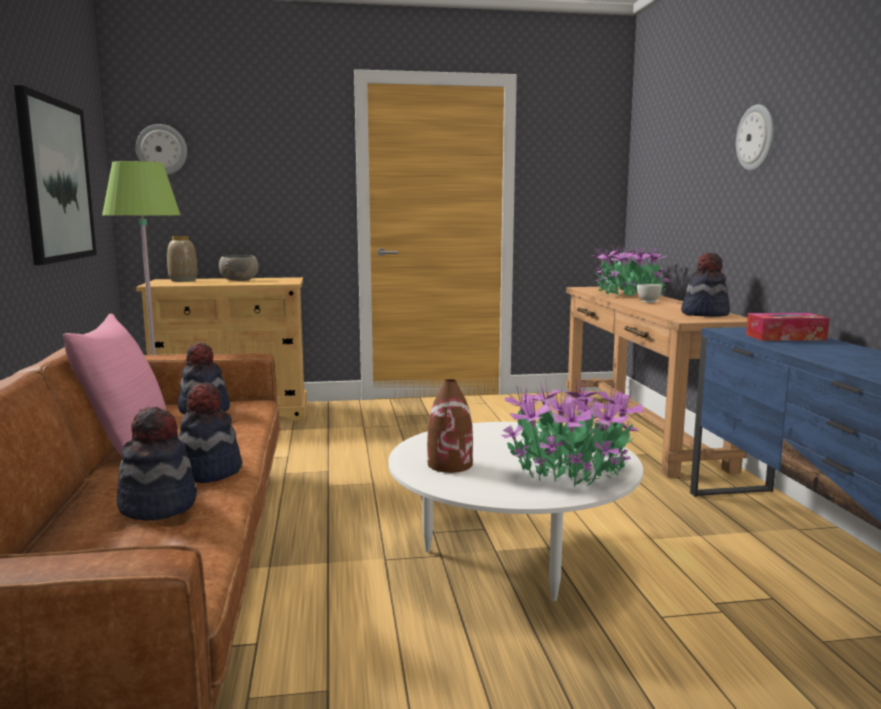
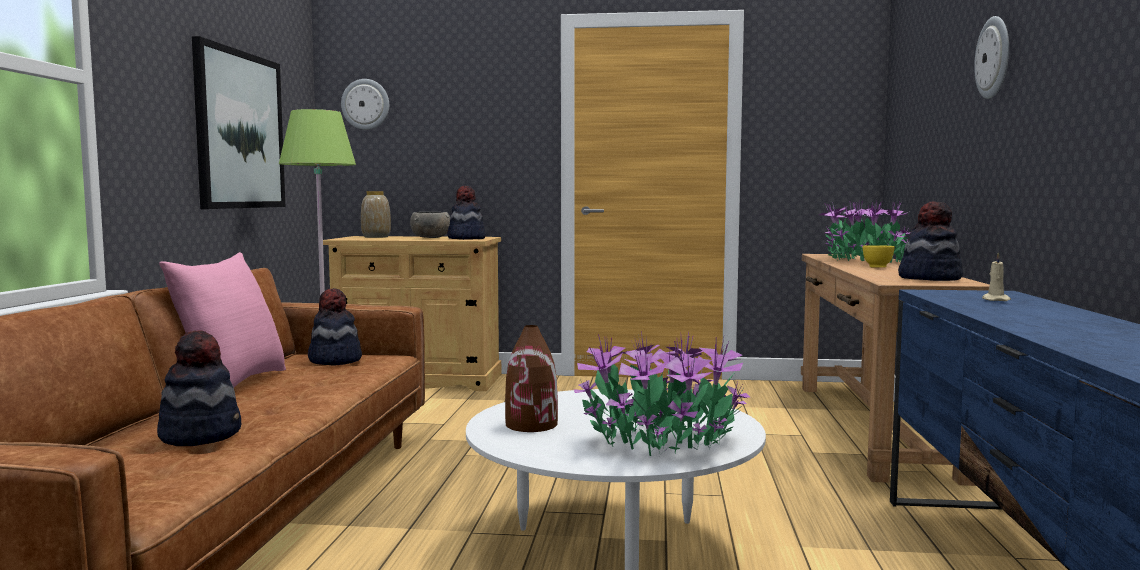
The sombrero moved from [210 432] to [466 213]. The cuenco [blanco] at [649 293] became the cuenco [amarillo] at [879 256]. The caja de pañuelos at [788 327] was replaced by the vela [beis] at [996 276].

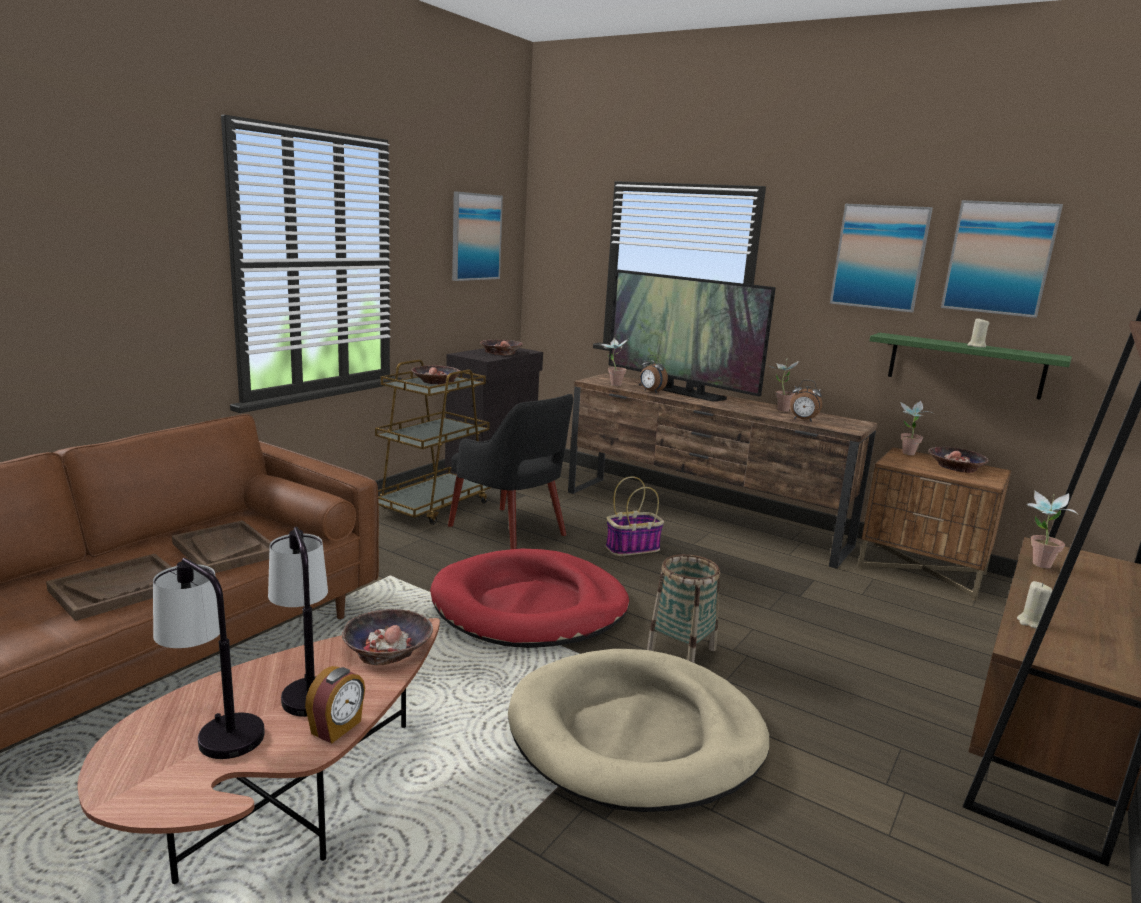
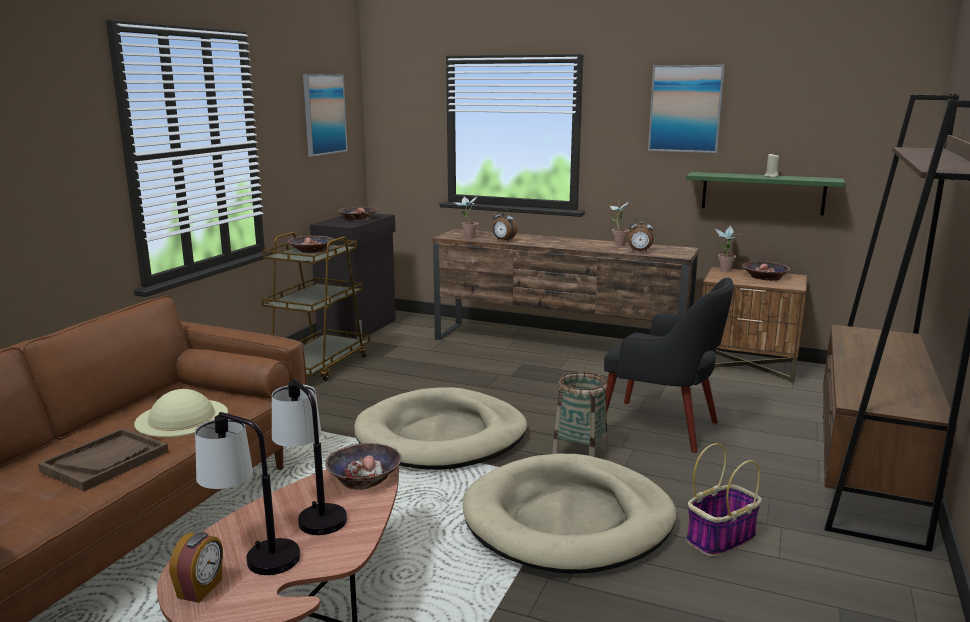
The bandeja [marrón] at [221 546] was replaced by the sombrero [beis] at [181 413]. The despertador moved from [335 705] to [196 567]. The cama para perro [rojo] at [529 598] became the cama para perro [beis] at [440 428]. The sillón [negro] moved from [510 471] to [669 365]. The cesta moved from [635 516] to [724 500]. The televisor at [692 335] disappeared. The cuadro at [1002 259] disappeared. The vela [beis] at [1034 605] disappeared. The planta en maceta at [1052 529] disappeared.

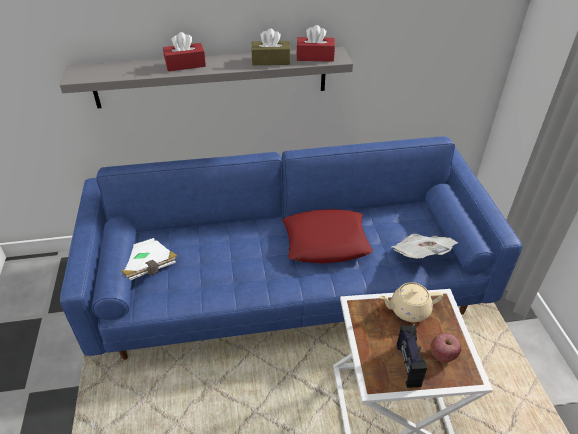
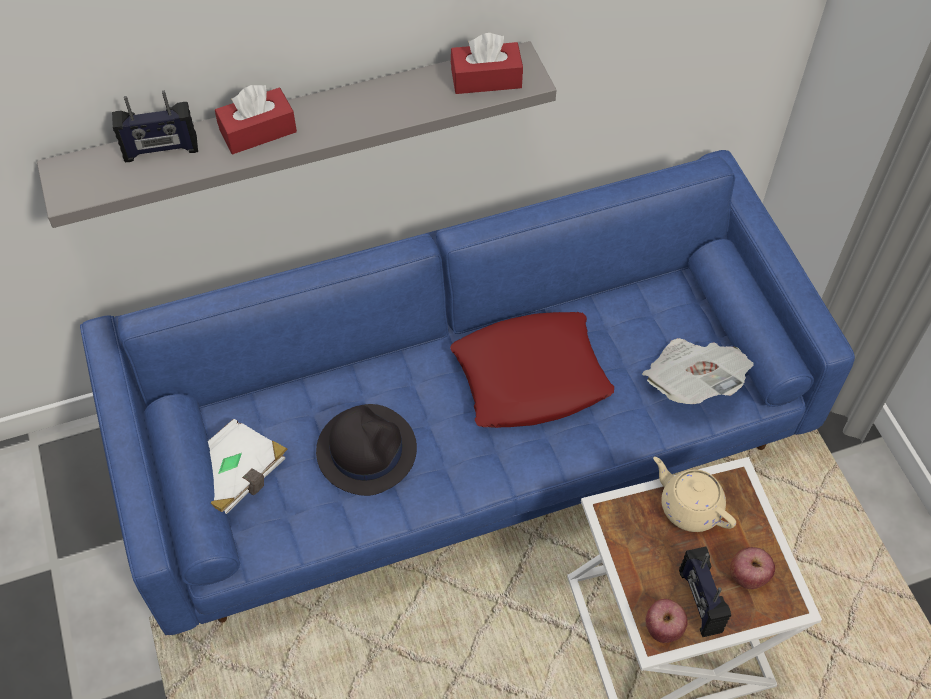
The caja de pañuelos [marrón] at [270 47] disappeared. The tetera [beis] at [411 302] turned 60 degrees clockwise. The radio at [155 126] appeared. The sombrero [negro] at [366 450] appeared. The manzana at [667 621] appeared.

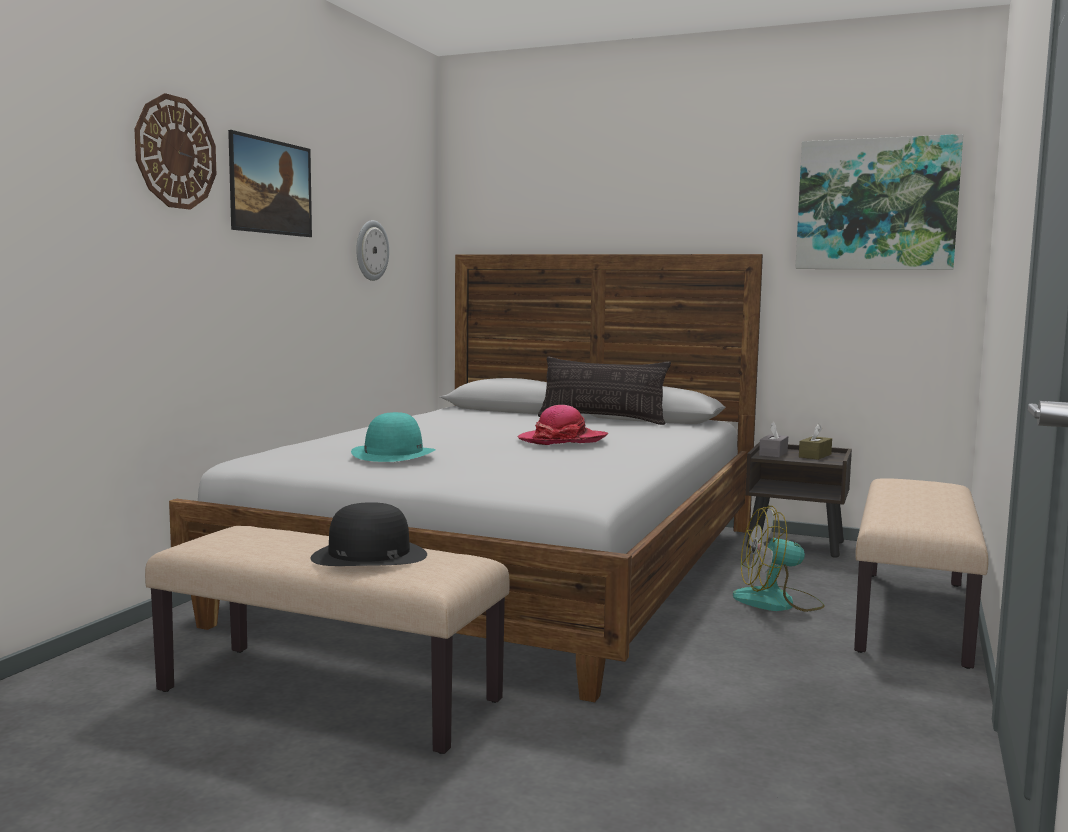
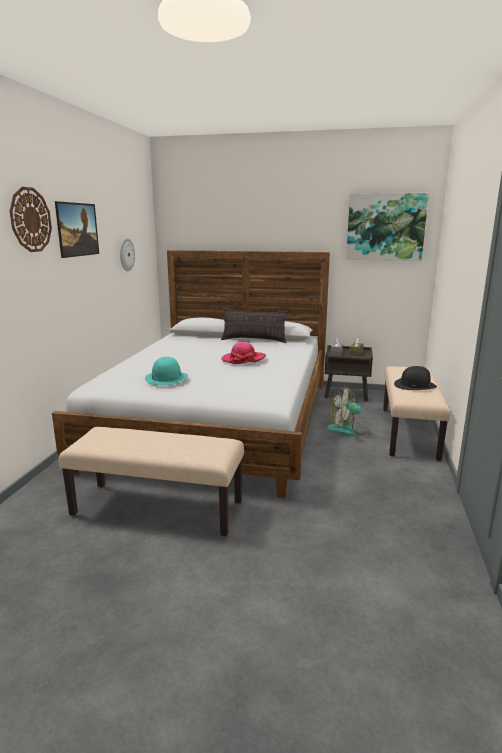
The sombrero [negro] moved from [368 534] to [415 378].

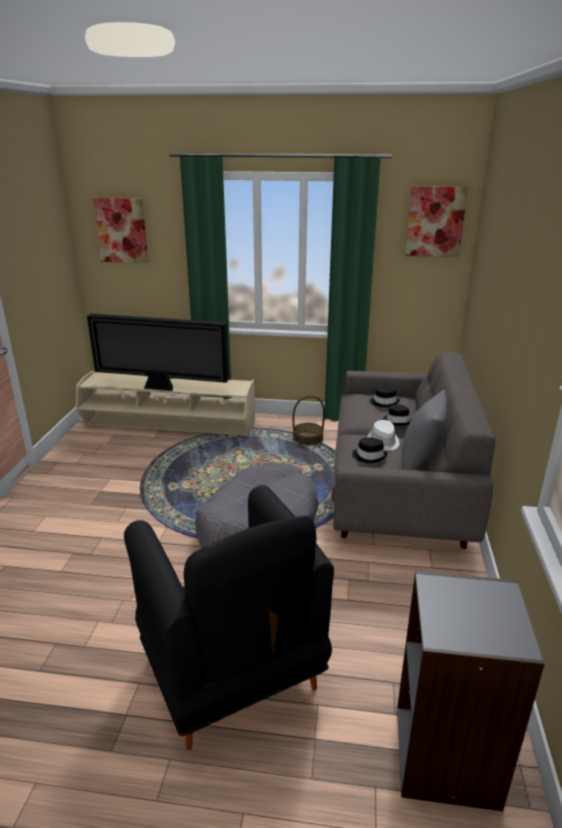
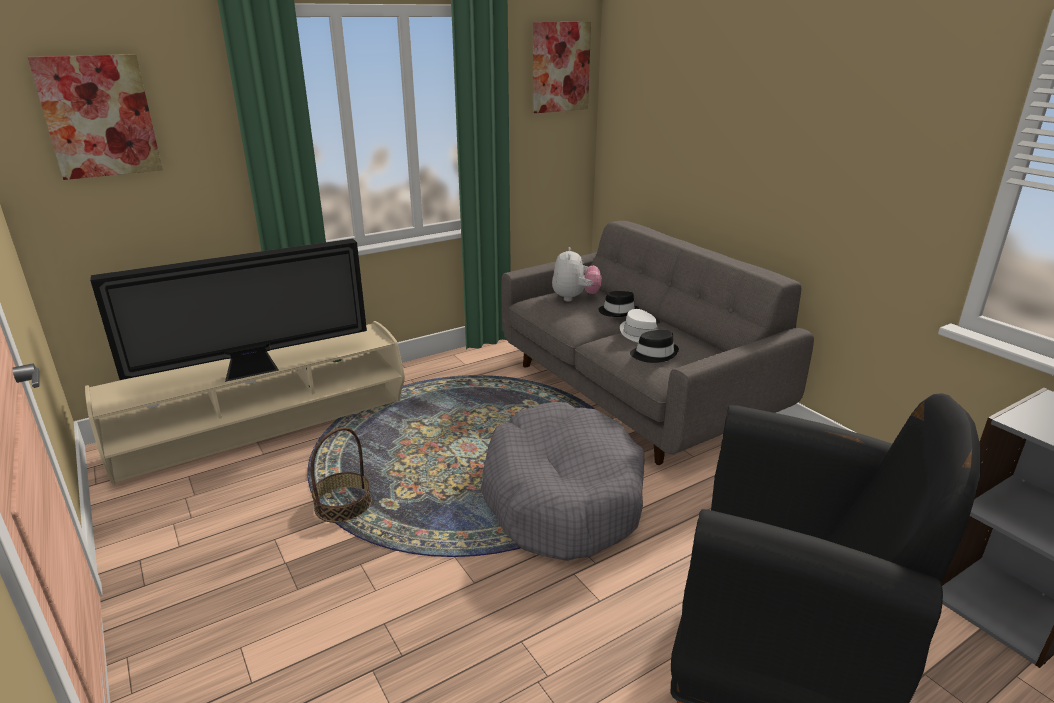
The cesta moved from [309 421] to [341 475]. The sombrero [negro] at [384 397] was replaced by the peluche at [576 274]. The cojín [gris] at [424 430] disappeared.

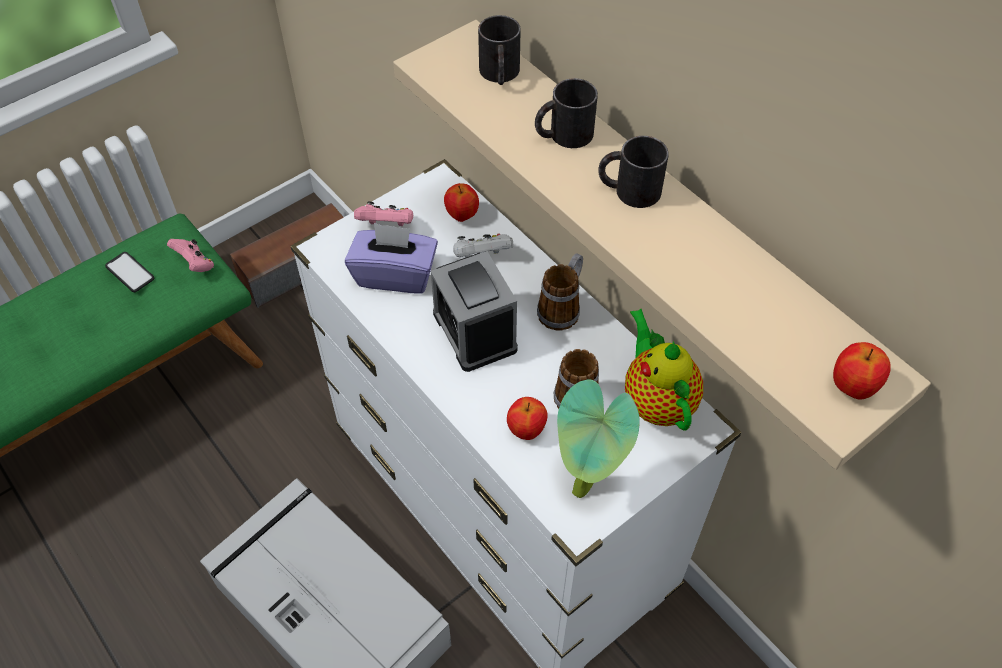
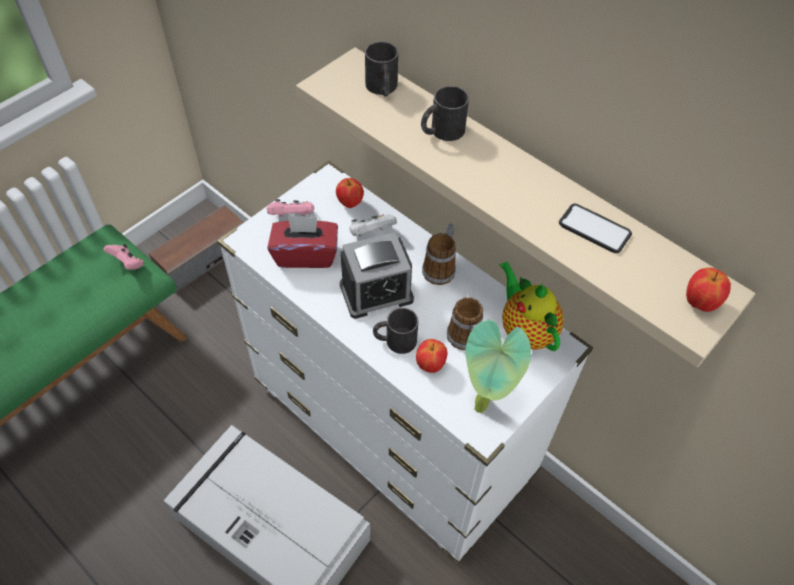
The móvil moved from [129 272] to [595 228]. The caja de pañuelos [morado] at [391 258] became the caja de pañuelos [rojo] at [303 241]. The despertador at [474 311] turned 75 degrees counterclockwise. The taza grande [negro] moved from [633 172] to [395 331].

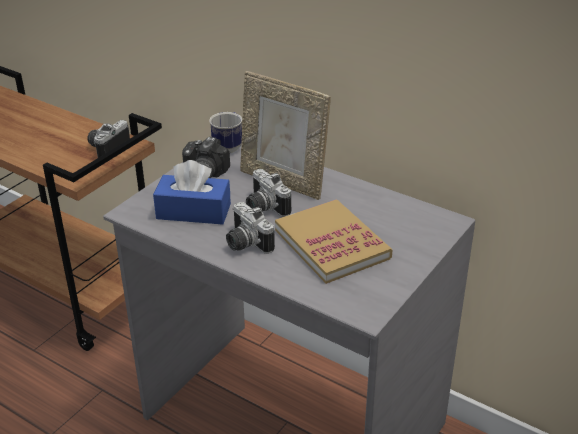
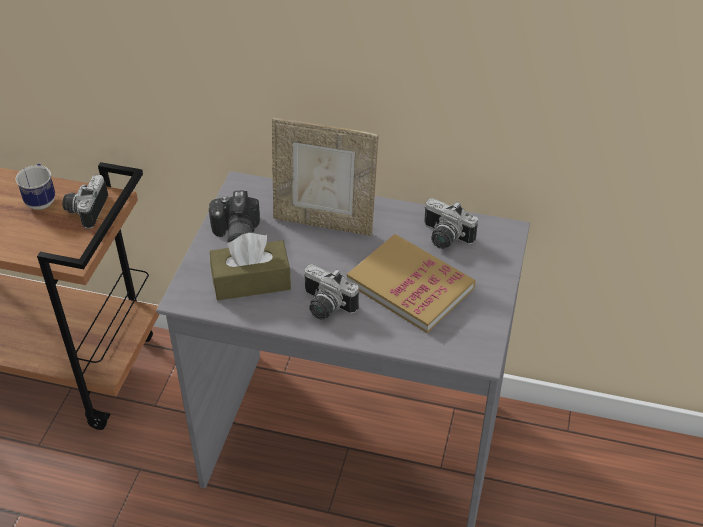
The caja de pañuelos [azul] at [192 192] became the caja de pañuelos [marrón] at [250 266]. The taza grande moved from [225 132] to [35 187]. The cámara moved from [268 193] to [451 223].

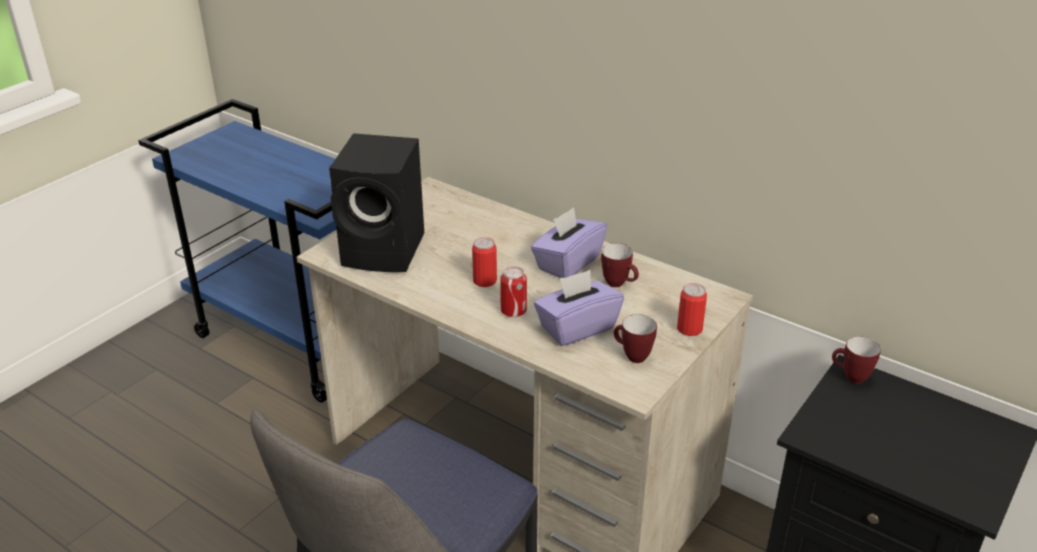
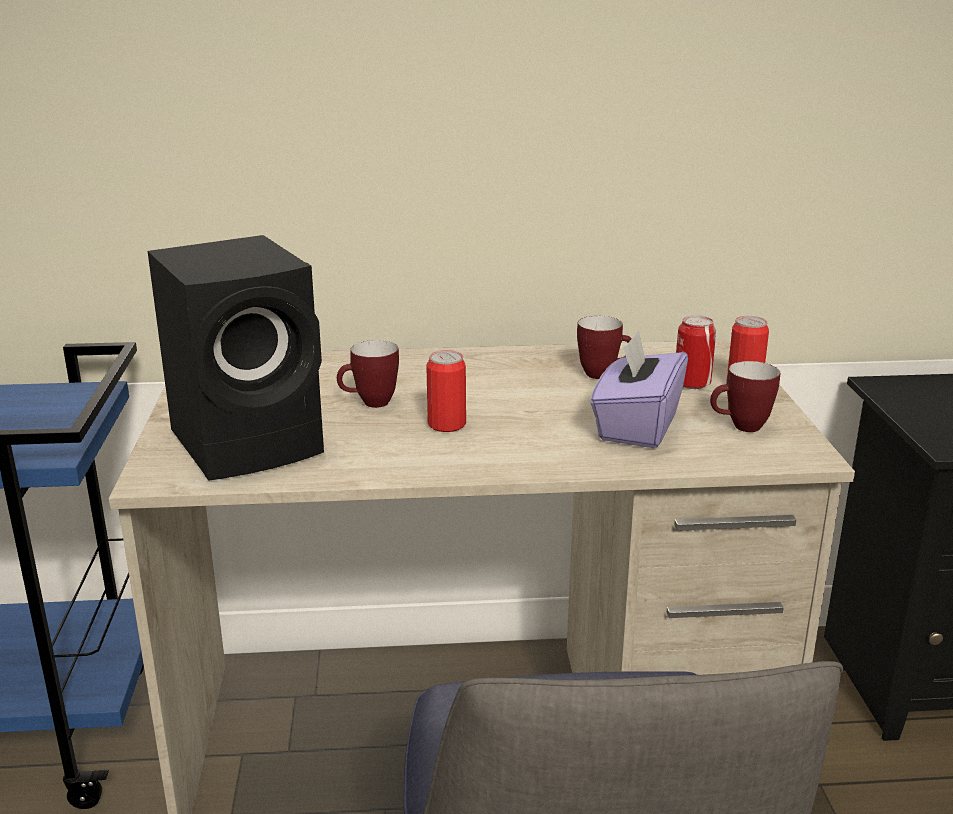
The lata moved from [513 291] to [696 352]. The caja de pañuelos [morado] at [569 242] disappeared. The taza grande moved from [856 360] to [368 374].

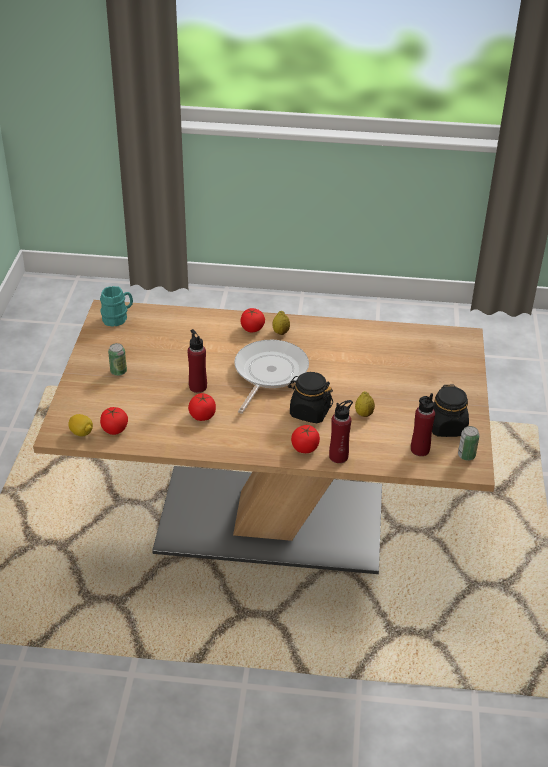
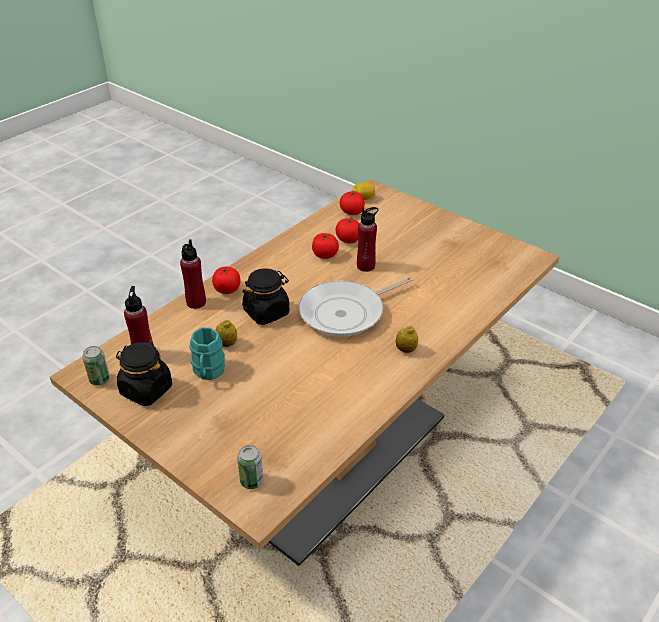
The taza grande [turquesa] moved from [116 306] to [207 353]. The lata moved from [117 359] to [250 467]. The sartén at [271 376] turned 90 degrees clockwise. The tomate moved from [253 320] to [347 231].

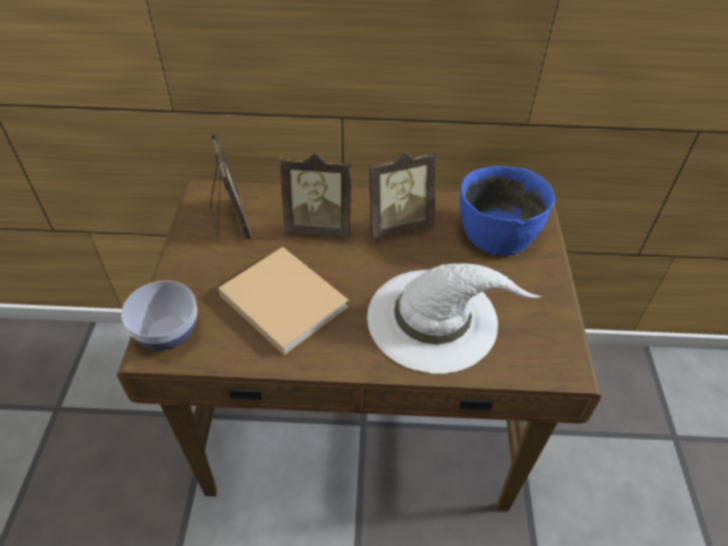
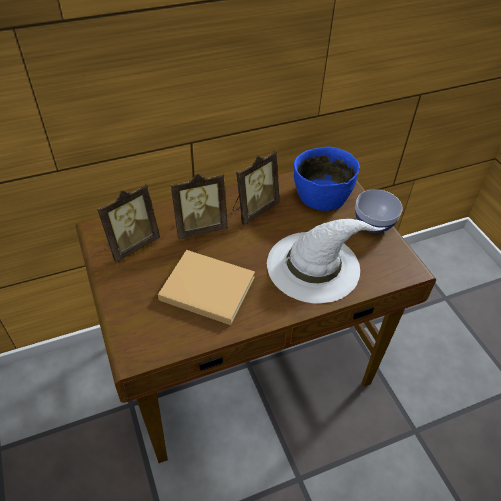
The cuenco moved from [159 315] to [379 211]. The portarretratos at [231 187] turned 90 degrees clockwise.

